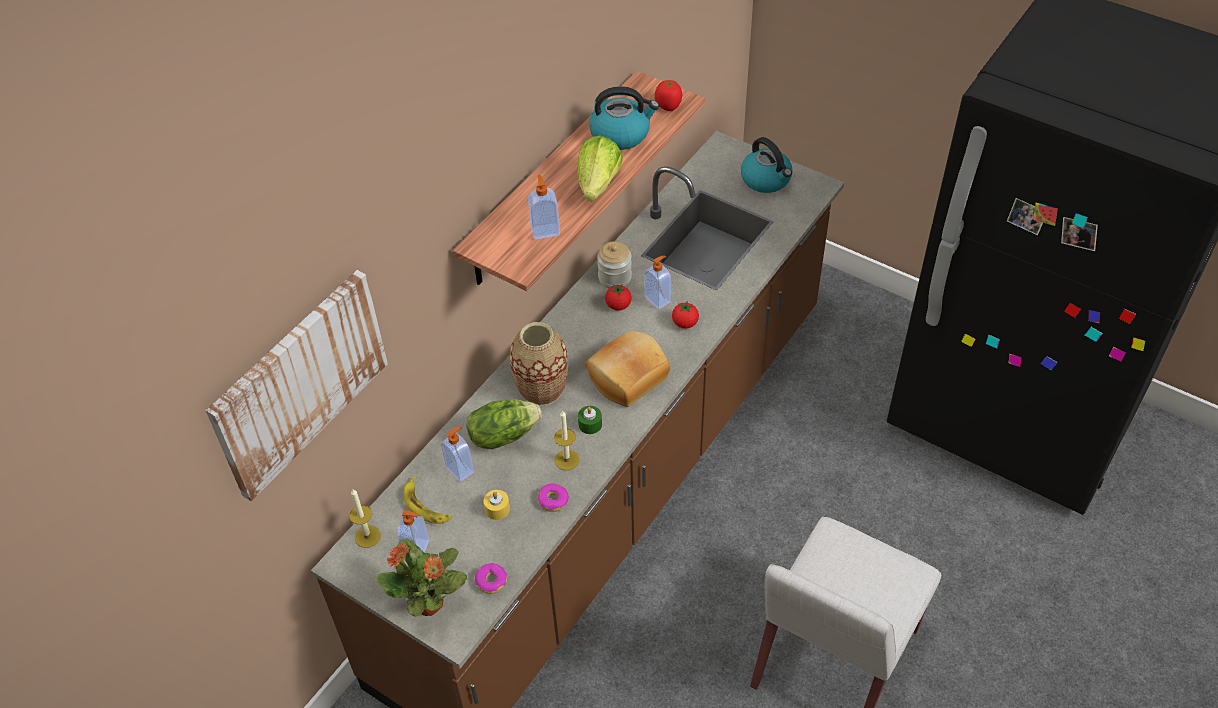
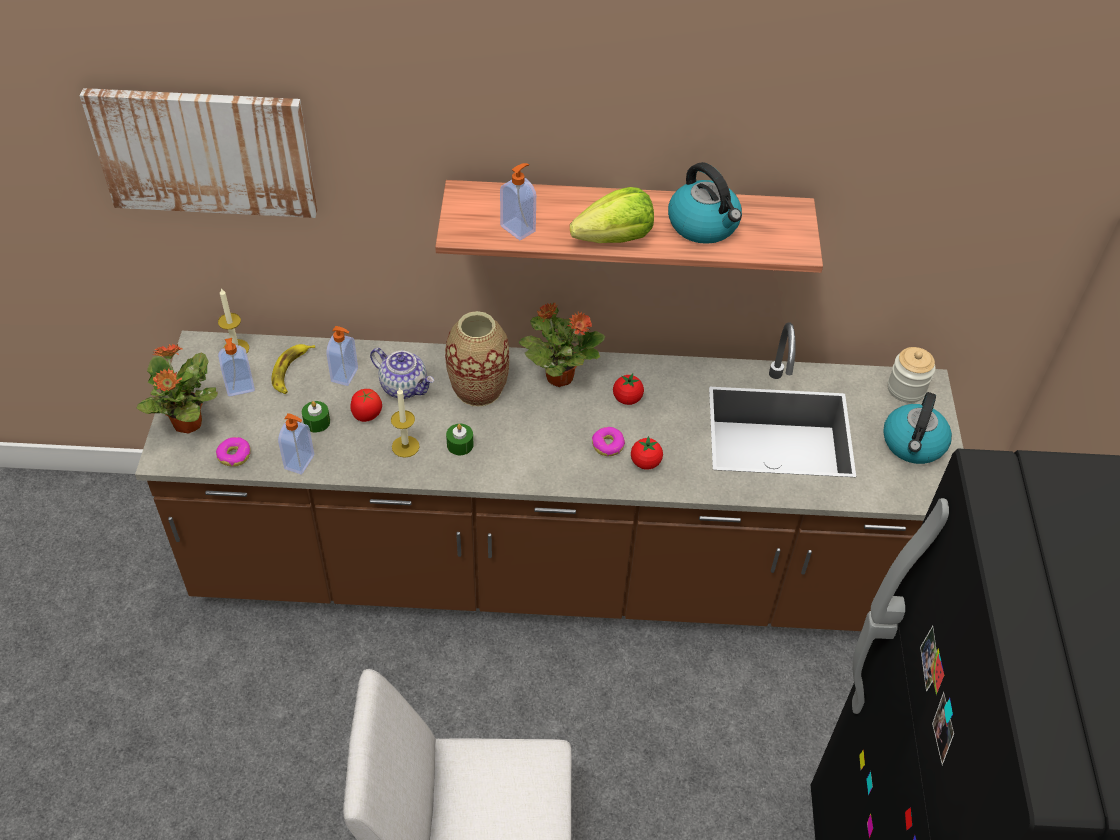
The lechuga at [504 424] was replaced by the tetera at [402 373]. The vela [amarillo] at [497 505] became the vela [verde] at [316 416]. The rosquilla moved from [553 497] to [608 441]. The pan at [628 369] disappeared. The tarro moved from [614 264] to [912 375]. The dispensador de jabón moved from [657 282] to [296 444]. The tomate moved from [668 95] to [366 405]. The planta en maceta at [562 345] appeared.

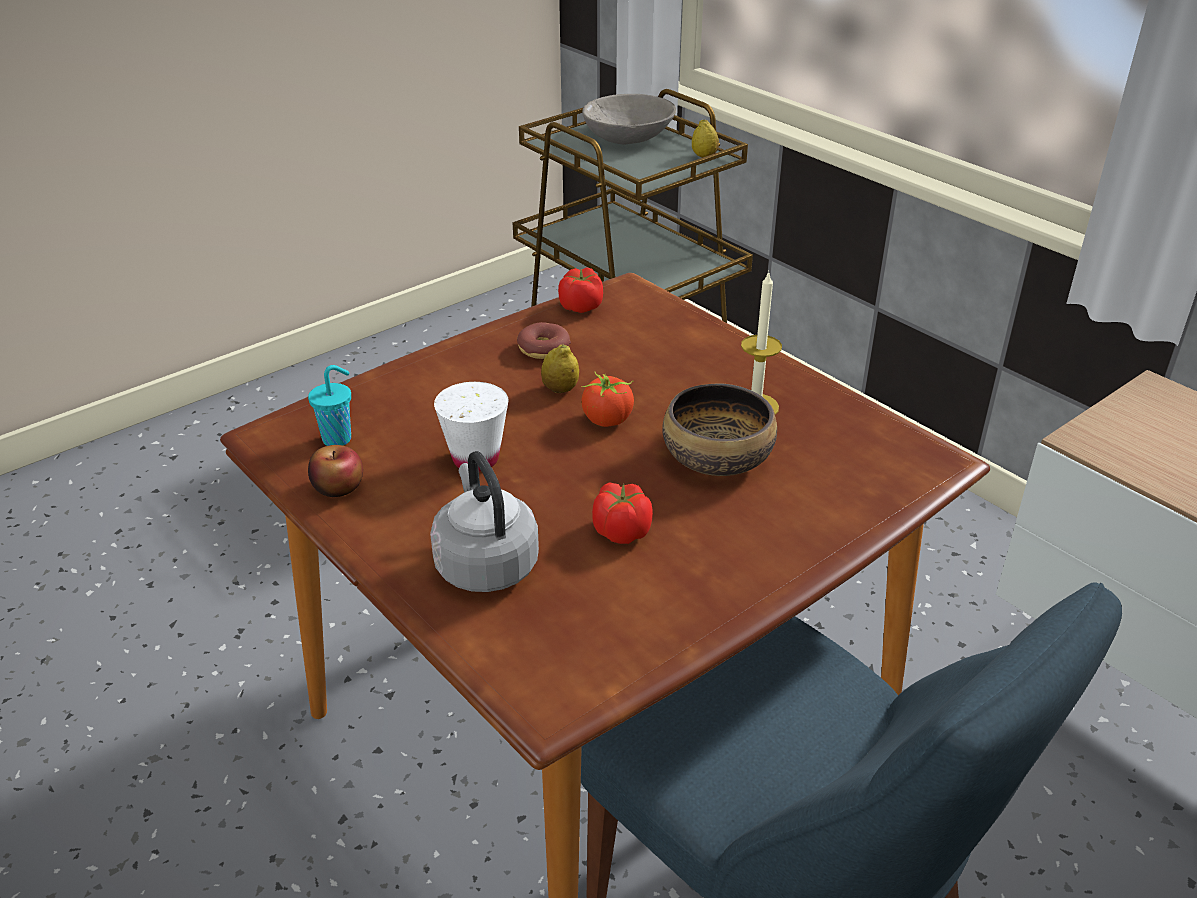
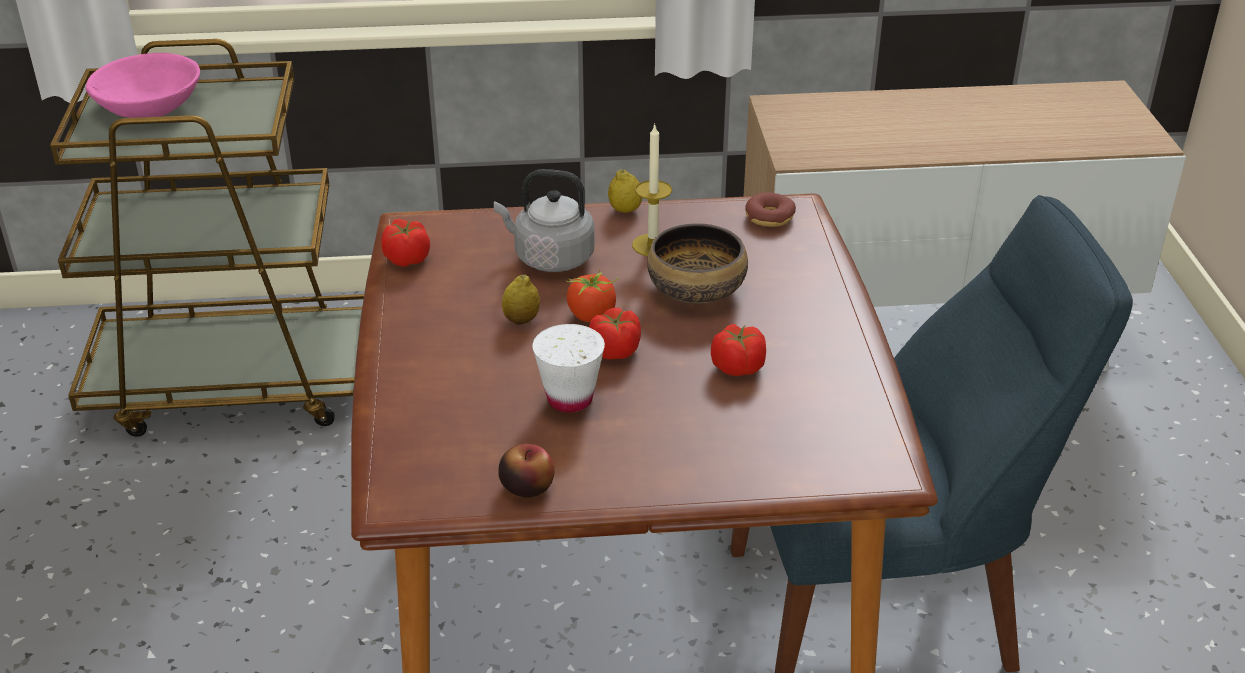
The taza [turquesa] at [329 405] disappeared. The hervidor [gris] moved from [484 521] to [544 220]. The rosquilla moved from [544 340] to [770 209]. The cuenco [gris] at [629 119] became the cuenco [rosa] at [142 85]. The limón moved from [705 139] to [625 191]. The tomate at [615 334] appeared.

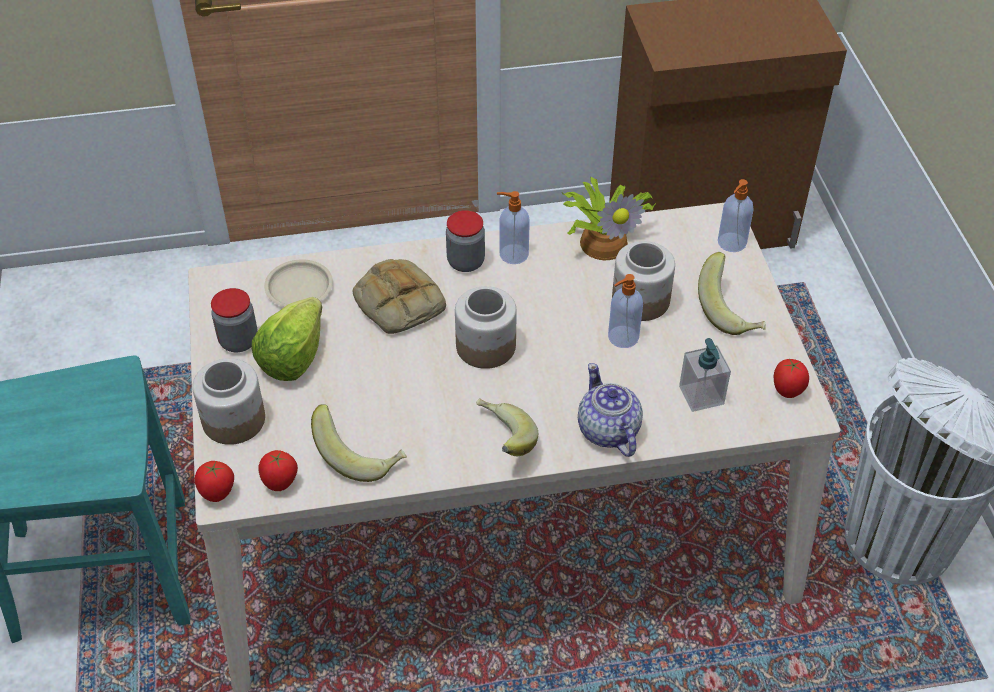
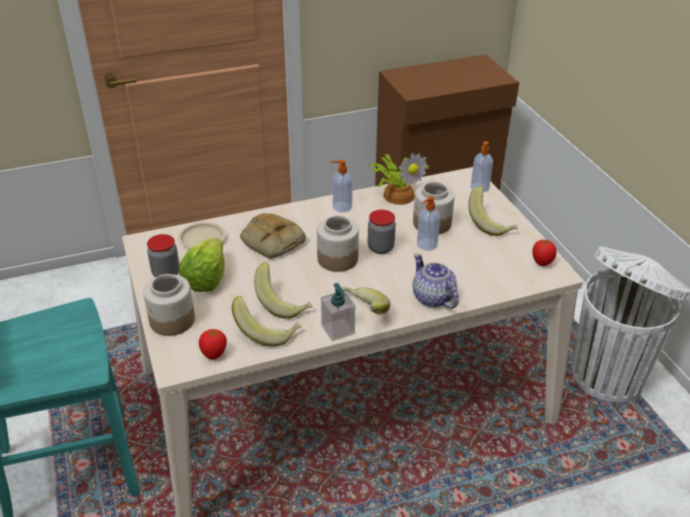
The tomate at [214 481] disappeared. The tarro moved from [465 241] to [382 232]. The dispensador de jabón moved from [705 375] to [338 312]. The plátano at [283 290] appeared.

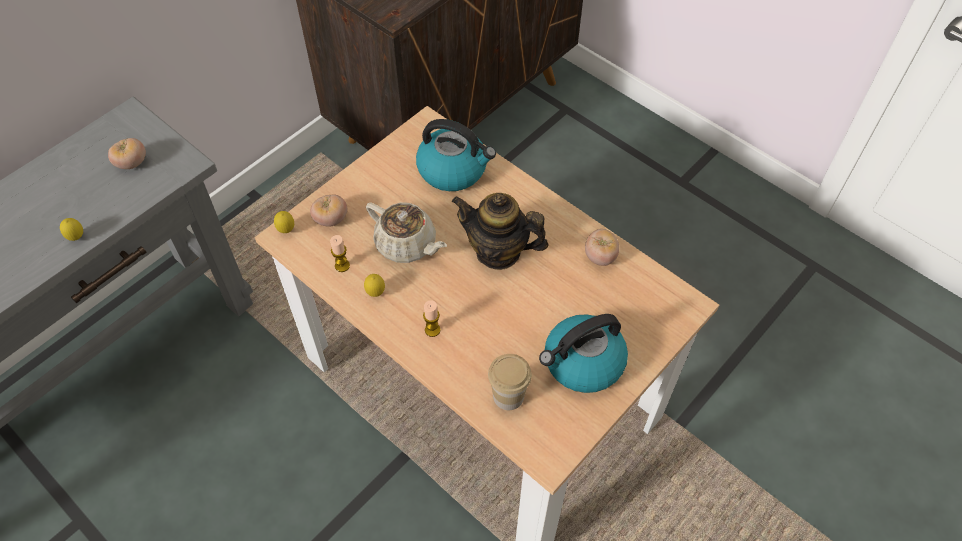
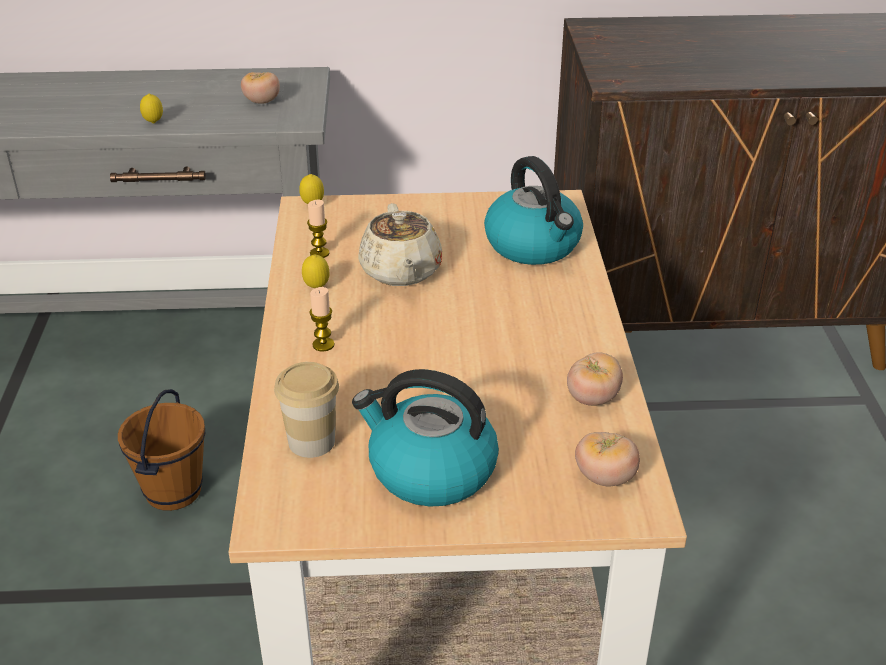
The tomate moved from [328 210] to [607 459]. The tetera at [500 231] disappeared. The cubo [marrón] at [161 450] appeared.

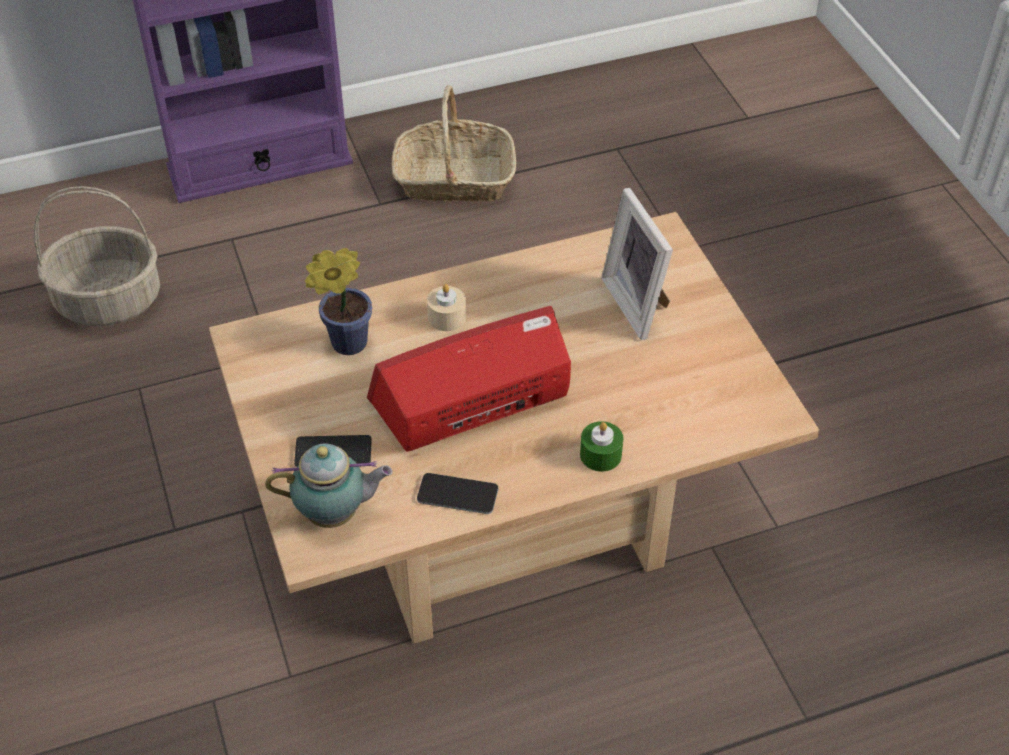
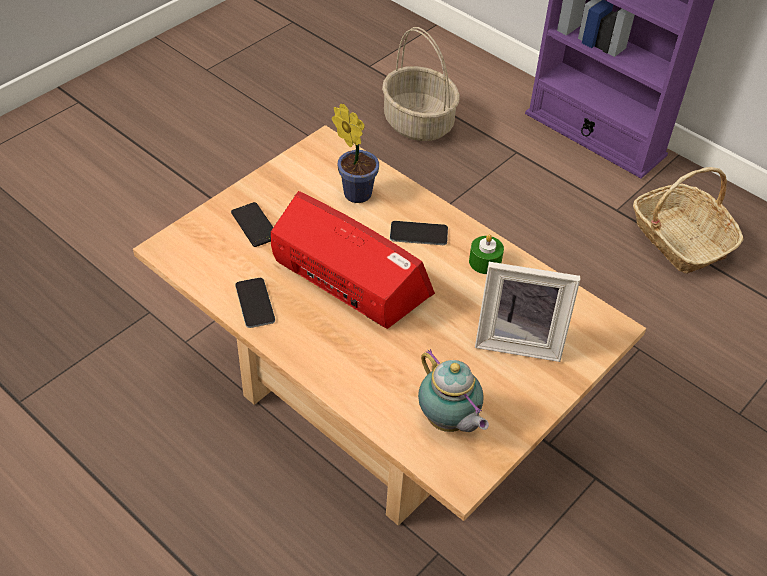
The tetera moved from [329 485] to [453 390]. The vela [beis] at [446 307] was replaced by the móvil at [419 233]. The vela [verde] moved from [602 446] to [486 254]. The portarretratos at [637 264] turned 120 degrees counterclockwise.

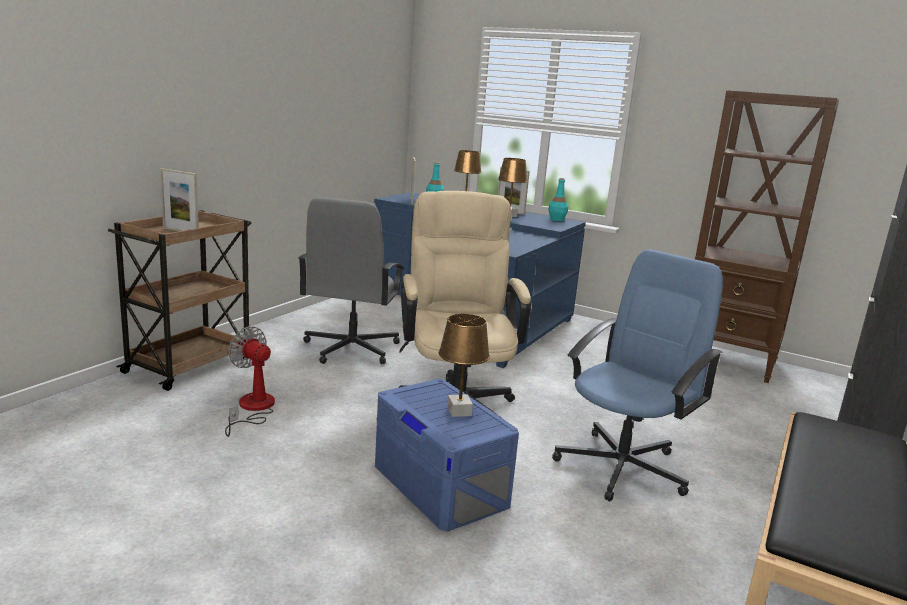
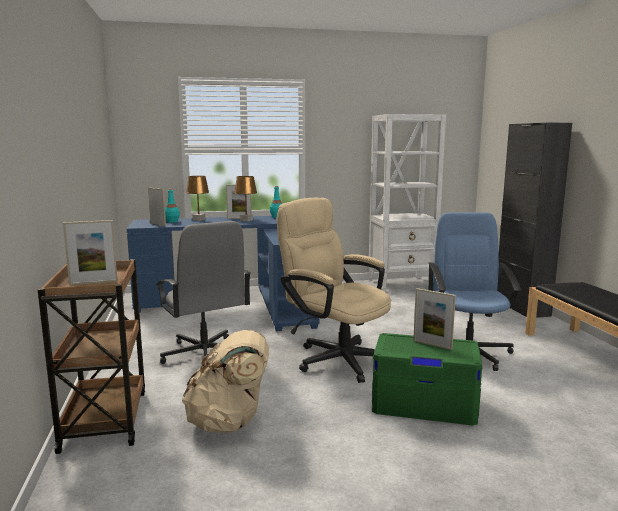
The ventilador at [250 381] was replaced by the mochila [beis] at [225 381]. The caja de almacenaje [azul] at [447 455] became the caja de almacenaje [verde] at [427 379]. The lámpara de mesa [marrón] at [464 365] was replaced by the portarretratos at [434 319]. The estantería [marrón] at [767 236] became the estantería [blanco] at [407 203].

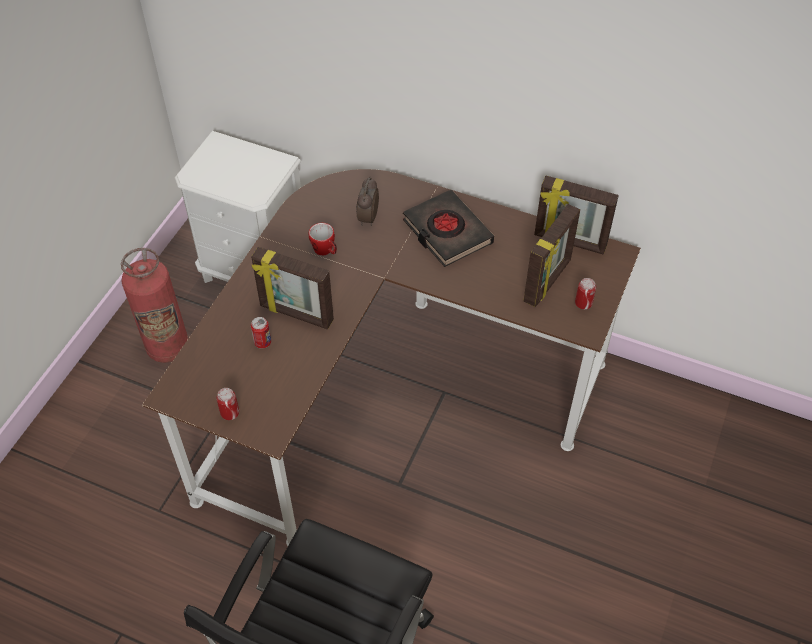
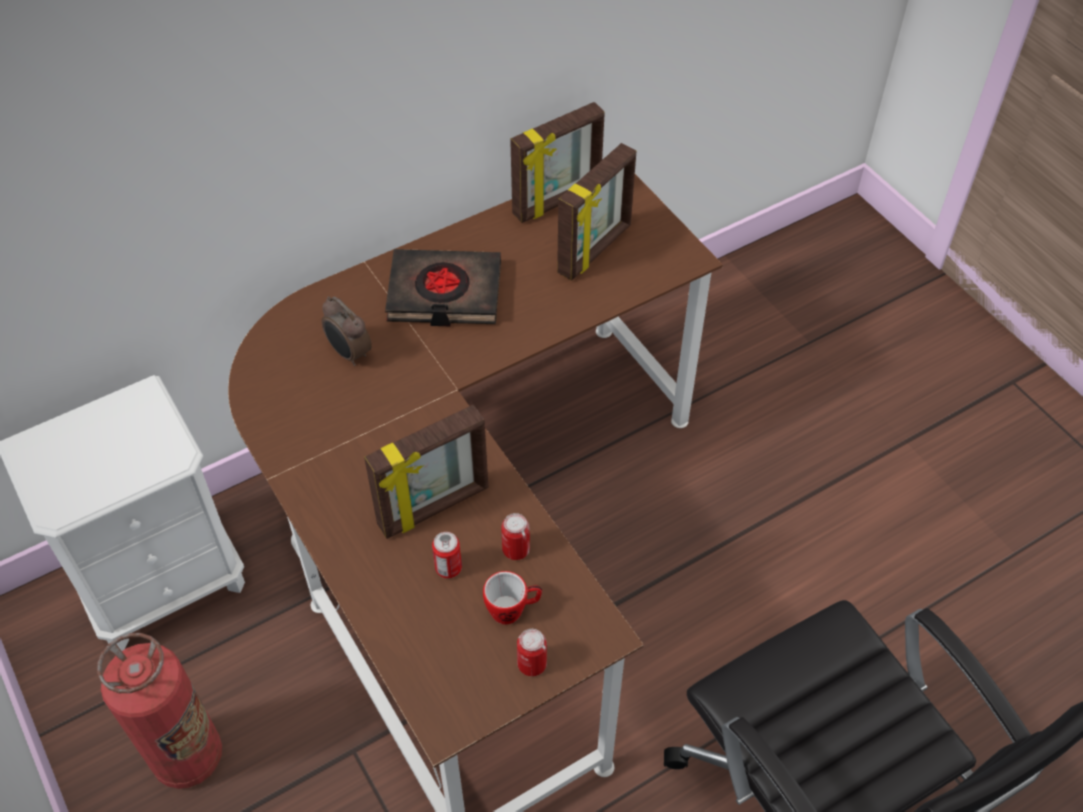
The taza grande moved from [323 239] to [512 597]. The portarretratos at [552 255] turned 60 degrees clockwise. The lata moved from [585 293] to [515 536].

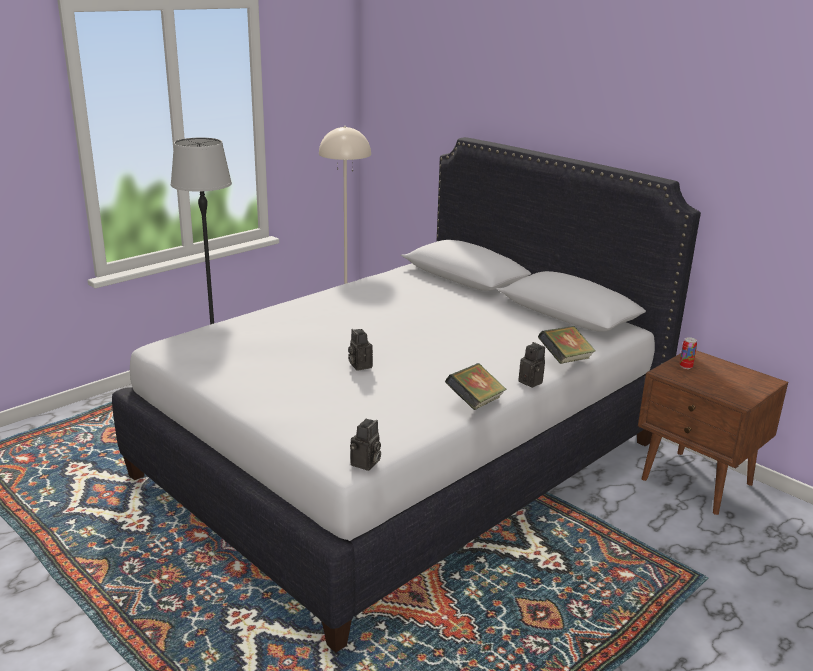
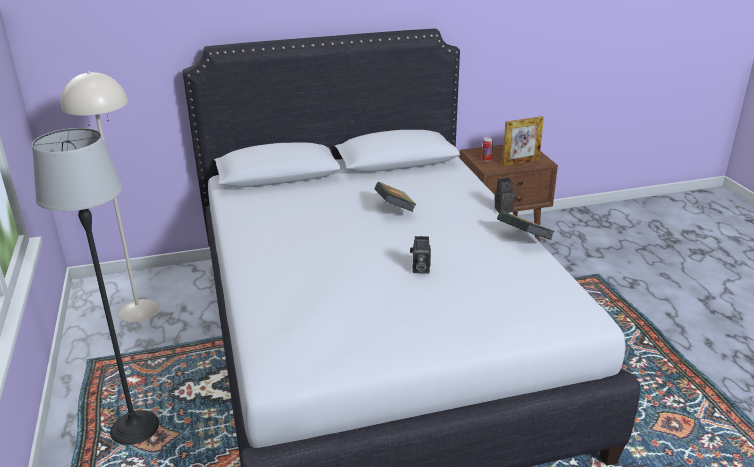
The cámara at [365 445] disappeared. The libro moved from [567 345] to [395 197]. The portarretratos at [523 141] appeared.

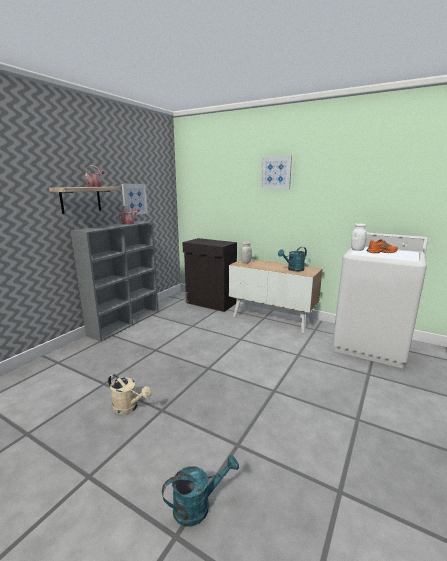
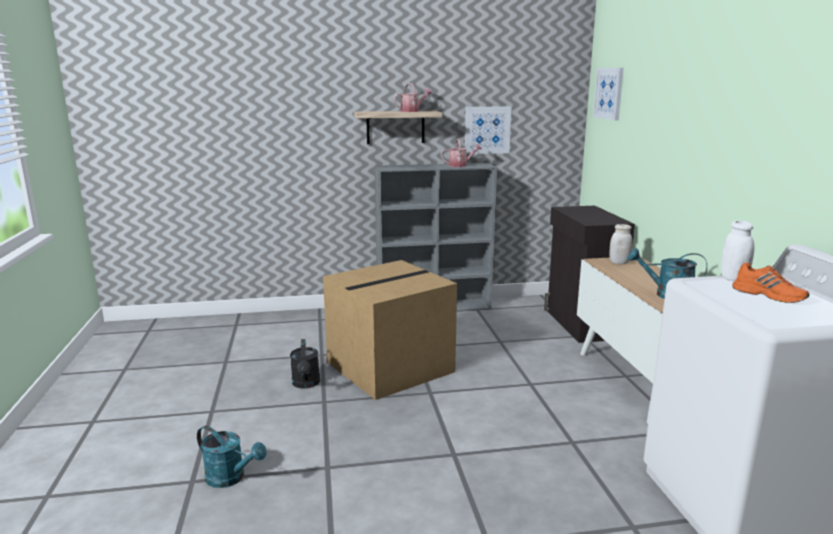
The regadera [beis] at [129 394] became the regadera [negro] at [305 364]. The cuadro moved from [276 172] to [608 94]. The caja de cartón at [390 330] appeared.

